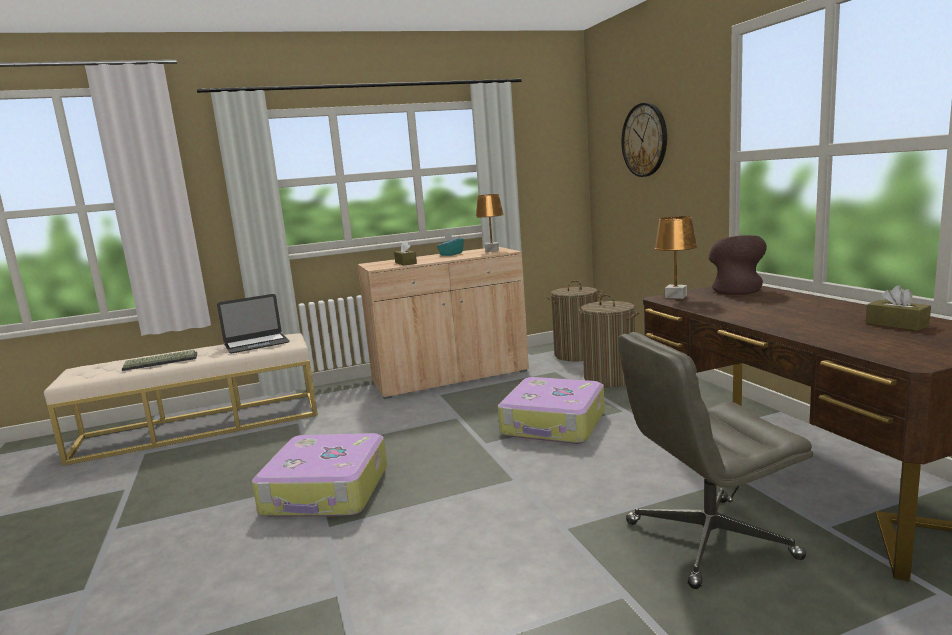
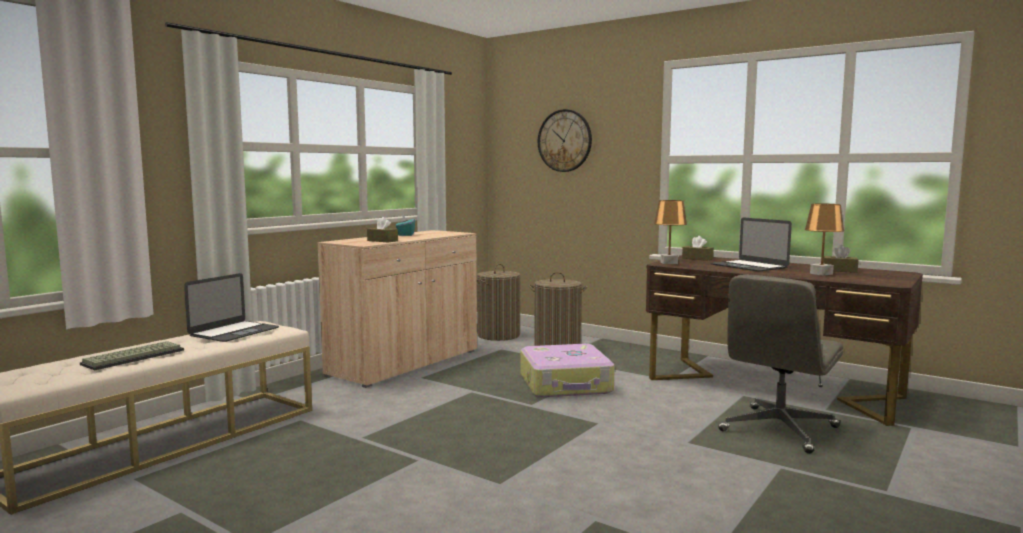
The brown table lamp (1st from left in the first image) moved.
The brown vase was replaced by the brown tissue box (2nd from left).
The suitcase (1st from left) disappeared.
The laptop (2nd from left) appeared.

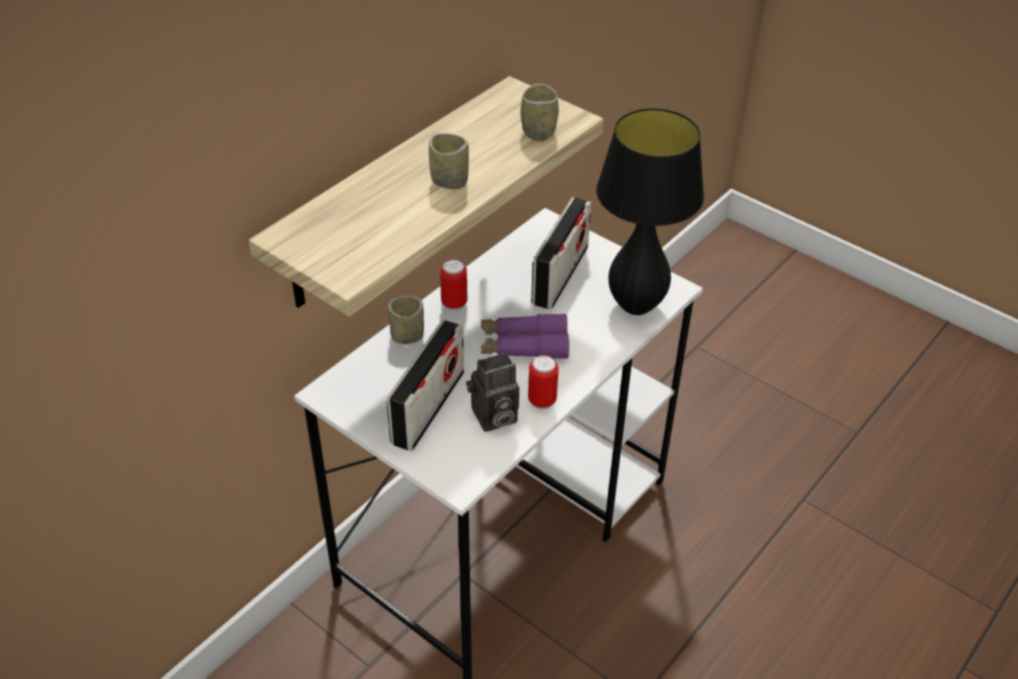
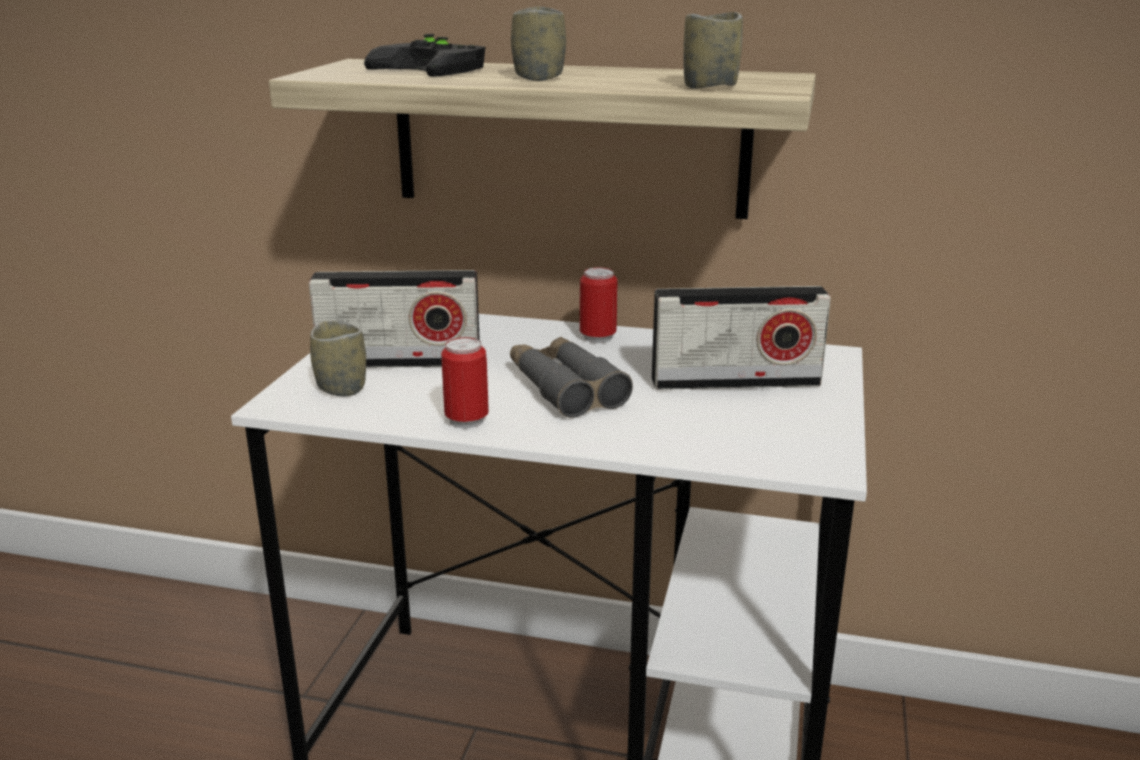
The black table lamp disappeared.
The cup (1st from left) moved.
The purple binoculars became the grey binoculars.
The photo camera disappeared.
The black game controller appeared.

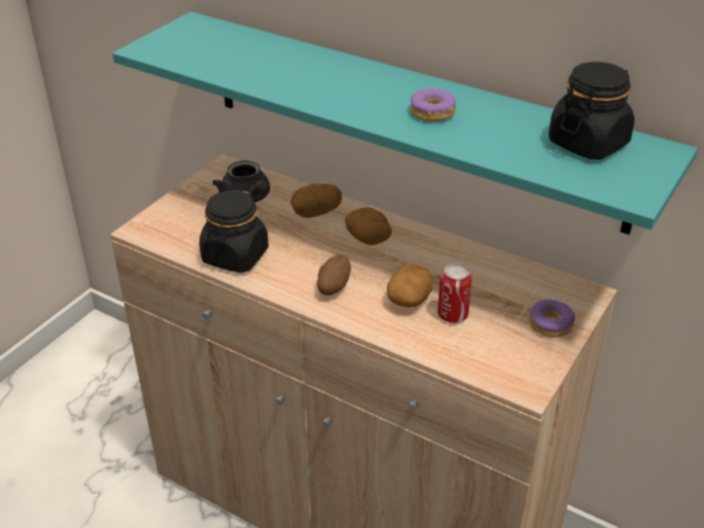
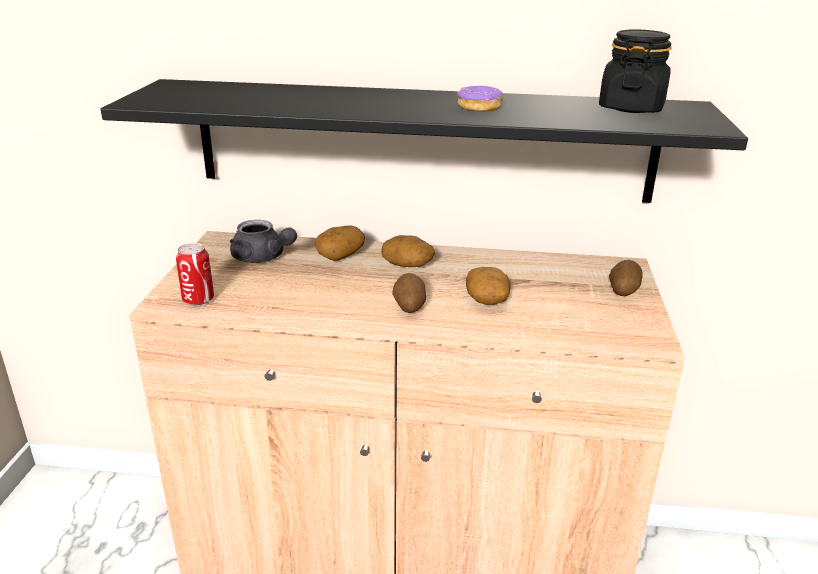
The turquoise shelf became the black shelf.
The black jar (1st from left) disappeared.
The can moved.
The donut (2nd from left) was replaced by the potato (5th from left).

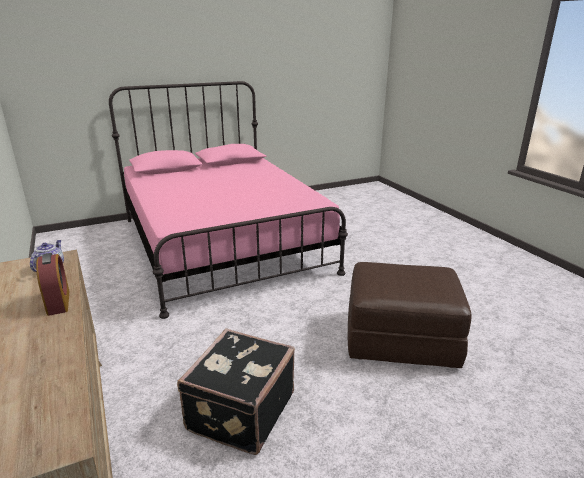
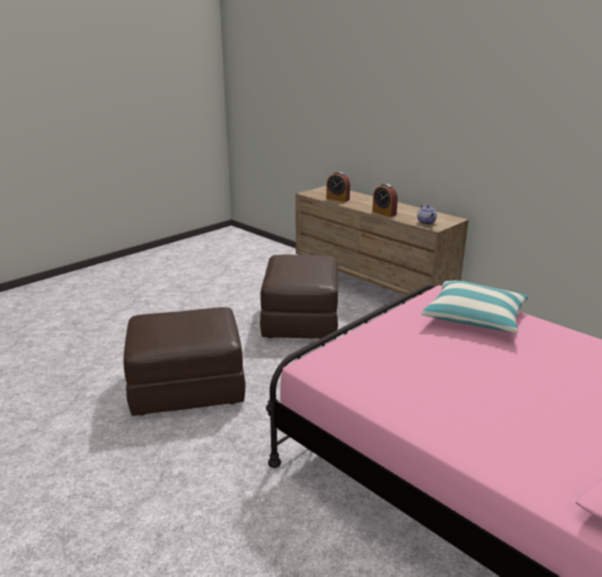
The black suitcase was replaced by the brown ottoman (2nd from left).
The alarm clock (1st from left) appeared.
The pillow appeared.

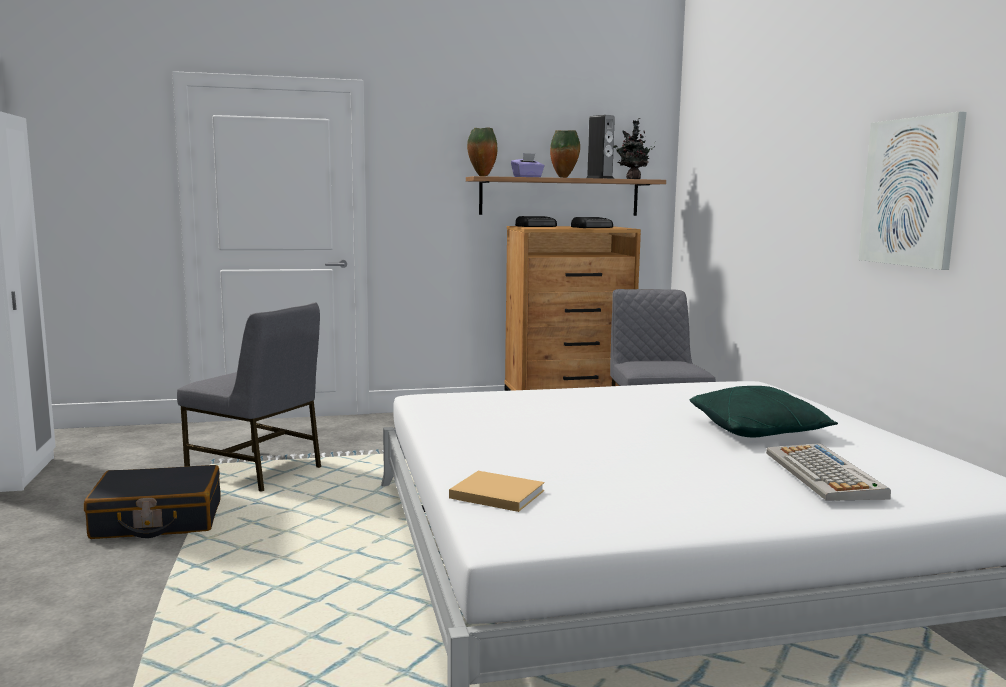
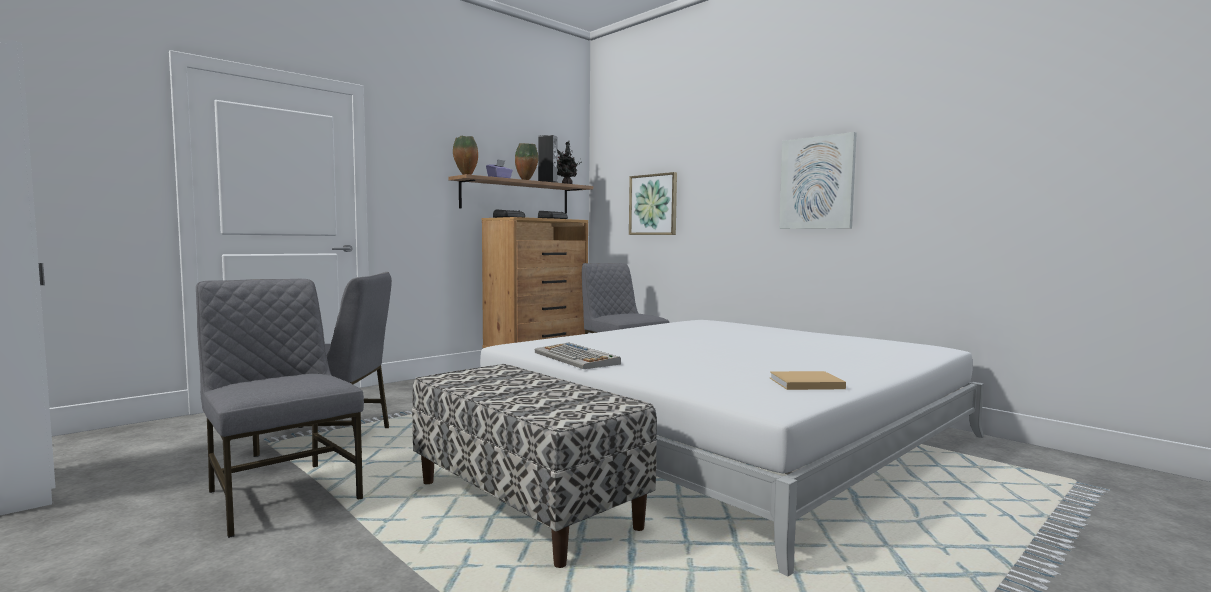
The green pillow disappeared.
The keyboard moved.
The black suitcase was replaced by the grey chair (1st from left).
The beige book moved.
The picture (1st from left) appeared.
The bench appeared.

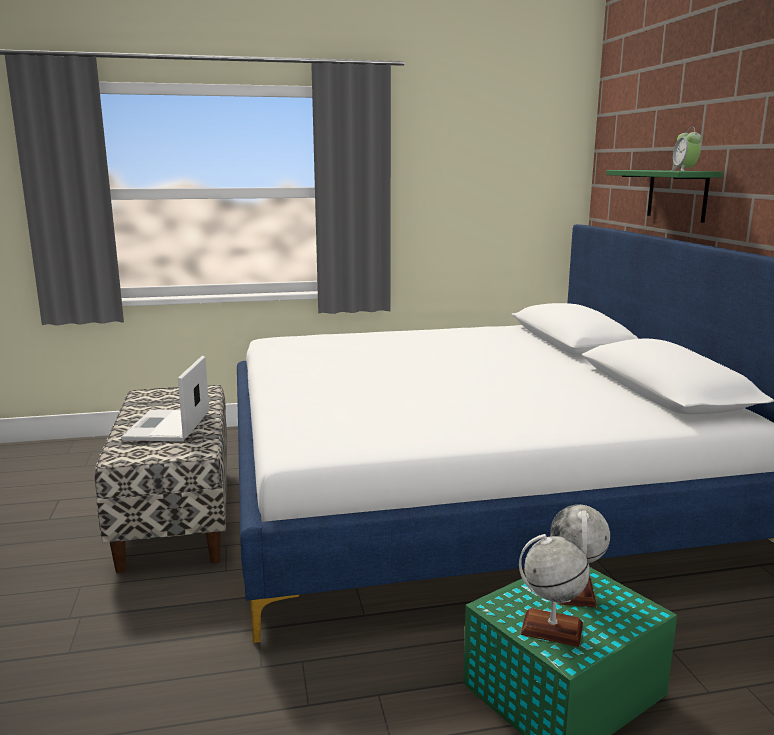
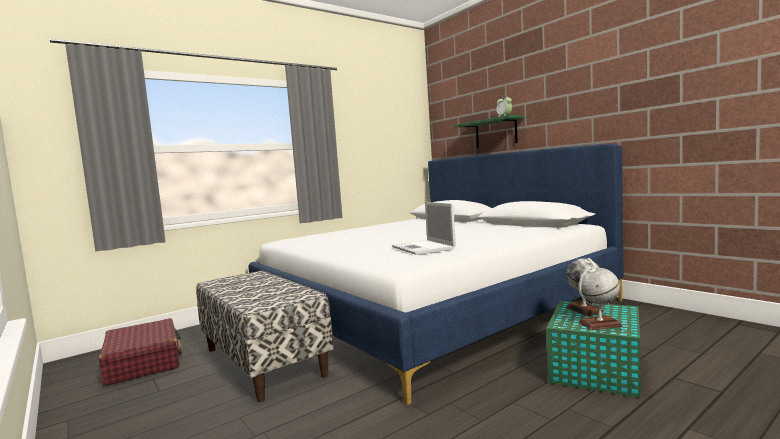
The laptop moved.
The red suitcase appeared.

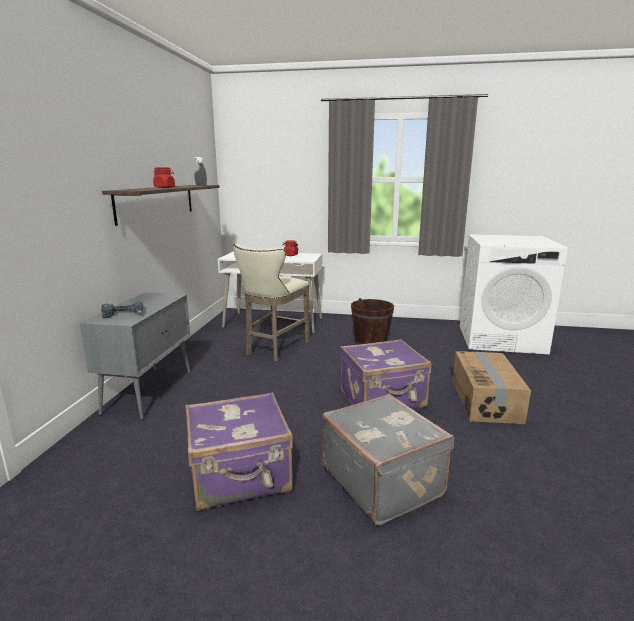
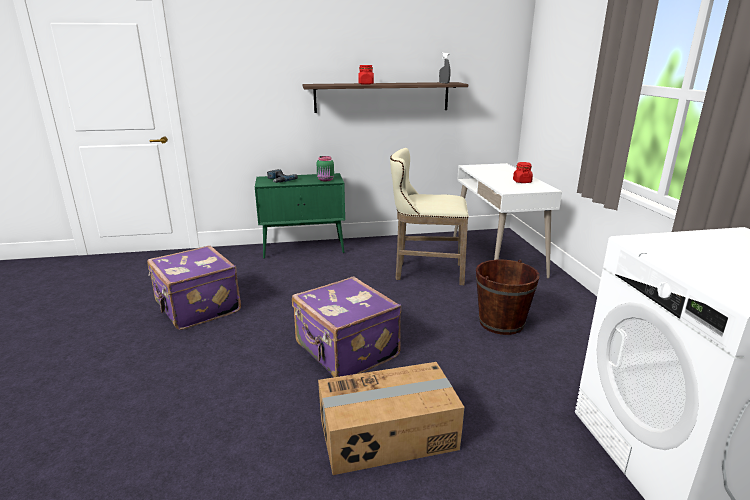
The grey cabinet became the green cabinet.
The grey suitcase disappeared.
The green jar appeared.

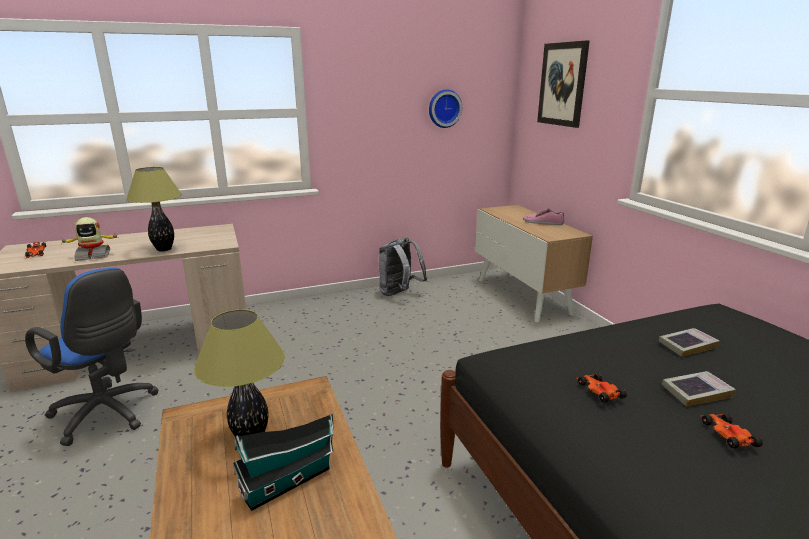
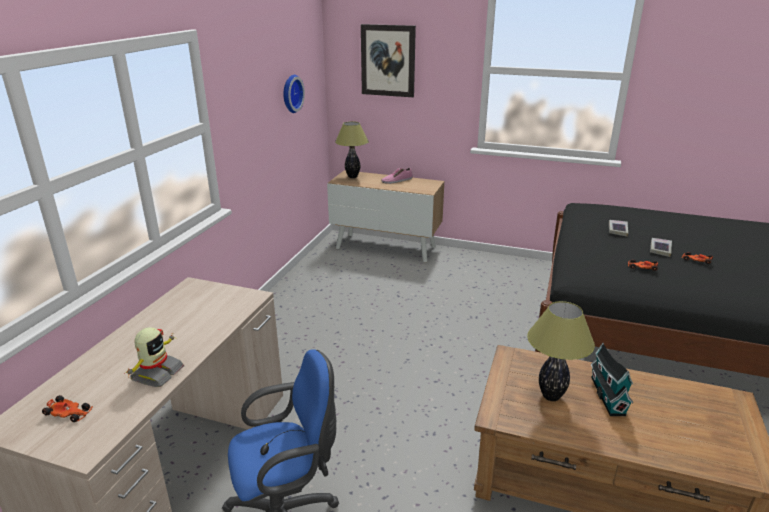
The table lamp (1st from left) moved.
The grey backpack disappeared.

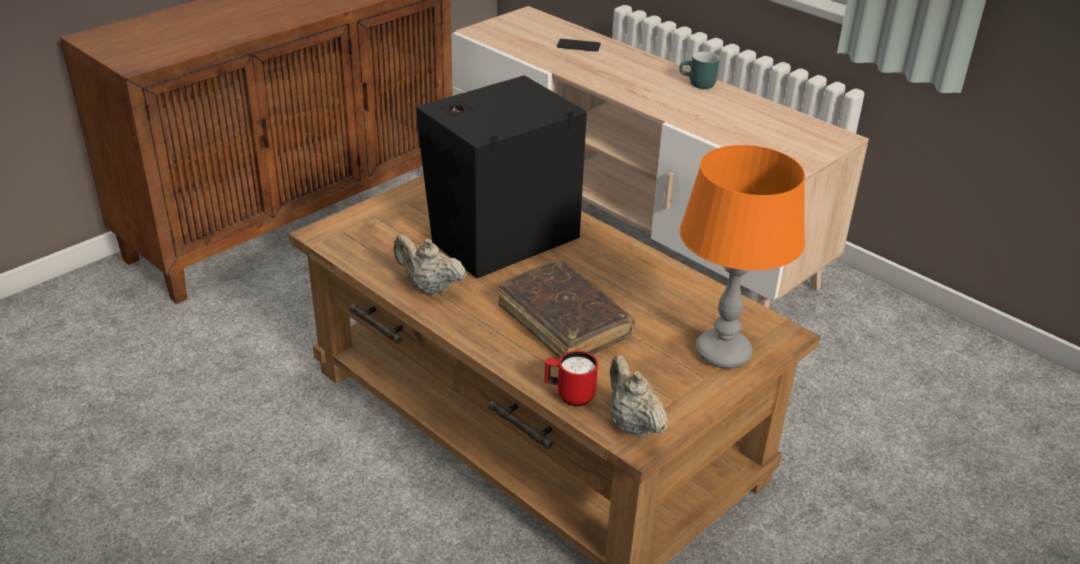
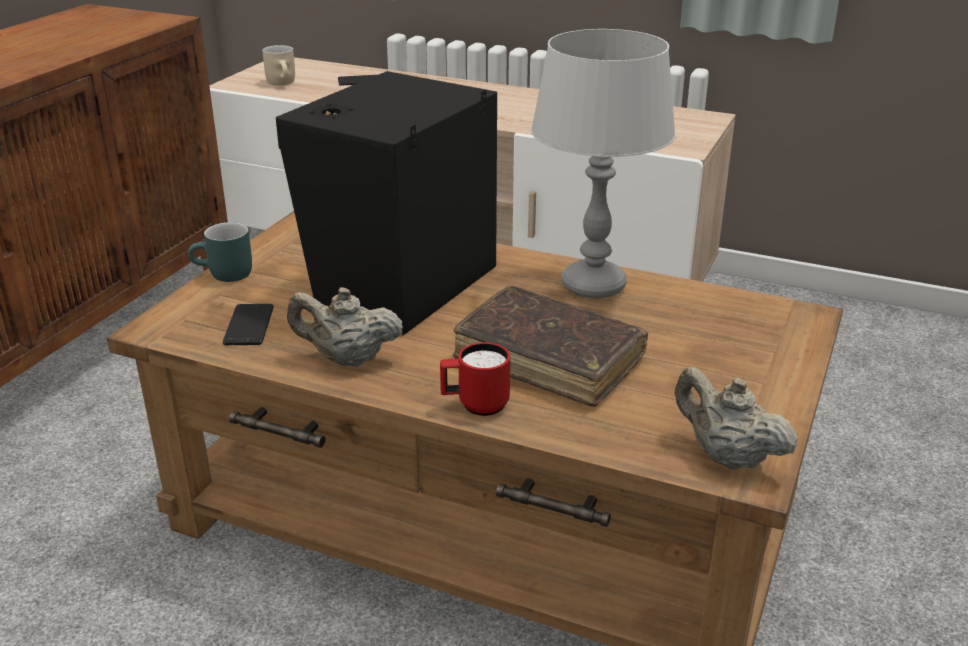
The turquoise mug moved.
The orange table lamp disappeared.
The red mug moved.
The grey table lamp appeared.
The beige mug appeared.
The phone (1st from left) appeared.

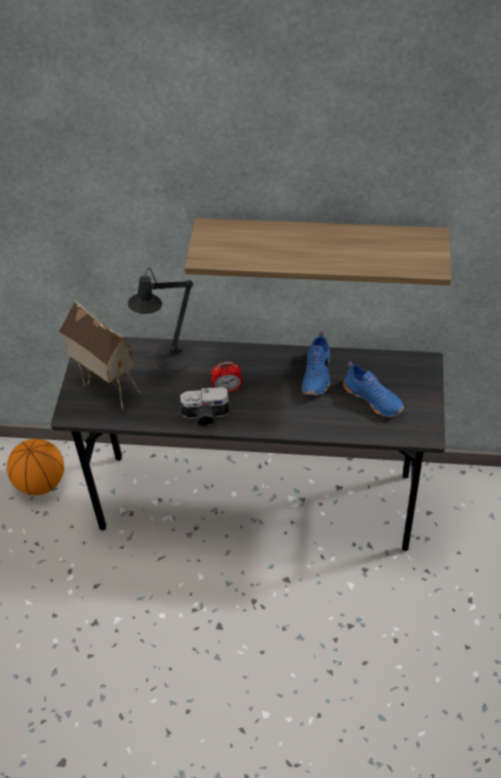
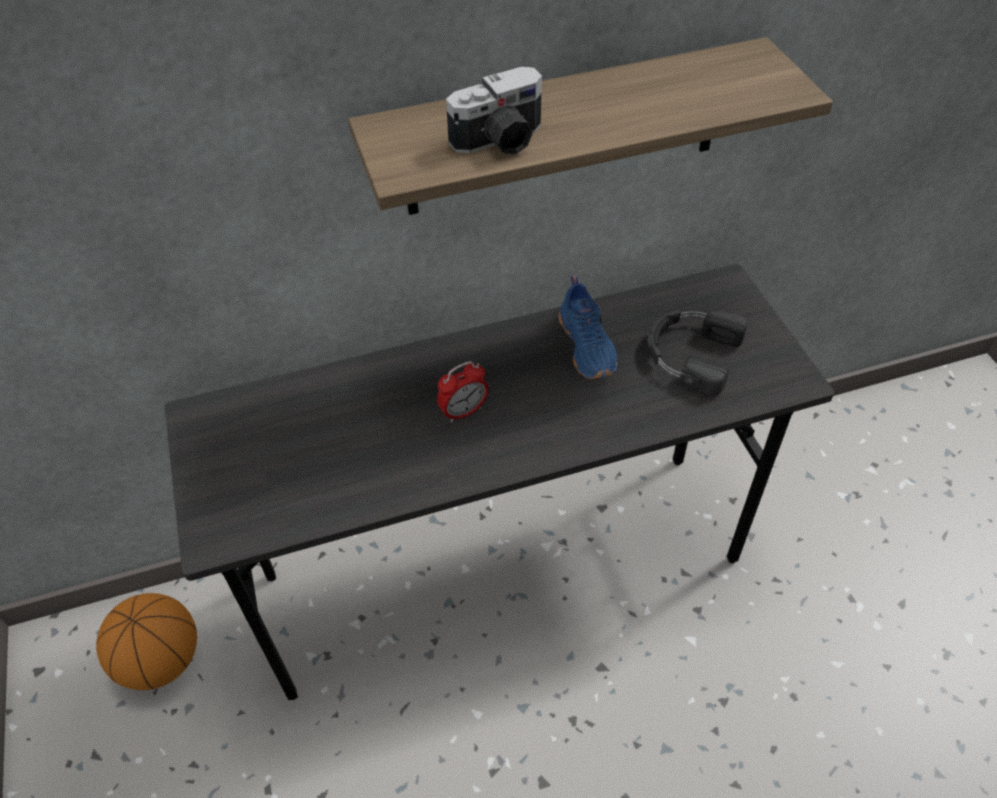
The black table lamp disappeared.
The toy house disappeared.
The blue shoe (2nd from left) was replaced by the black headphones.
The photo camera moved.

